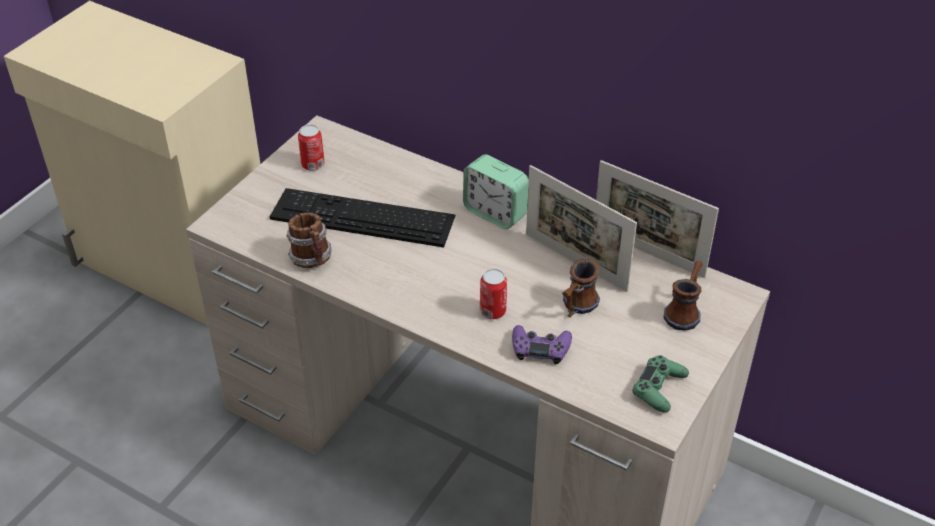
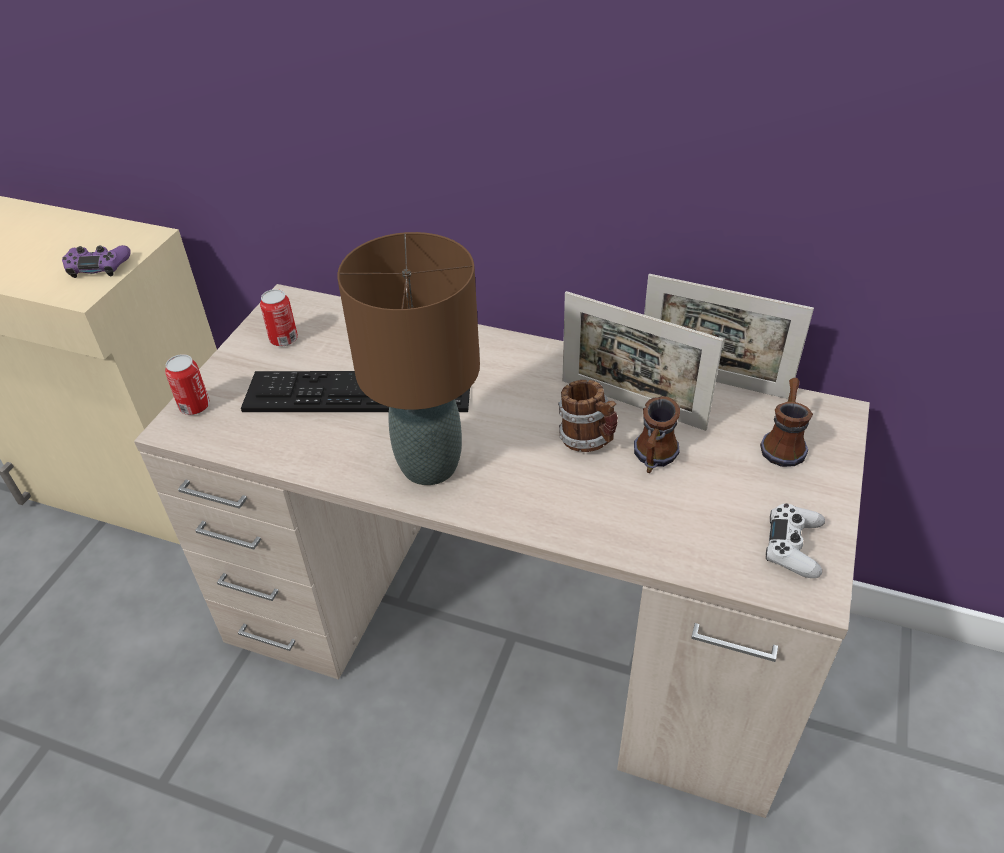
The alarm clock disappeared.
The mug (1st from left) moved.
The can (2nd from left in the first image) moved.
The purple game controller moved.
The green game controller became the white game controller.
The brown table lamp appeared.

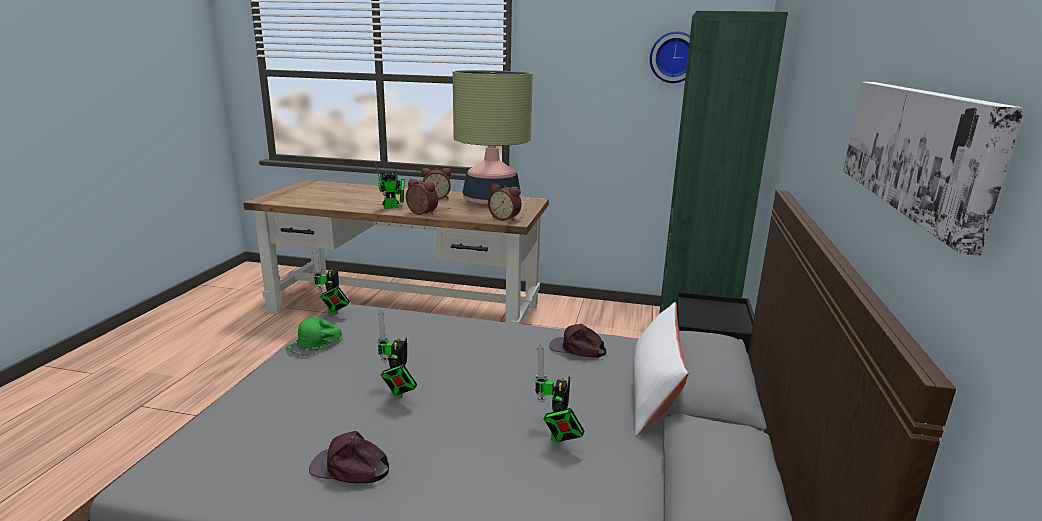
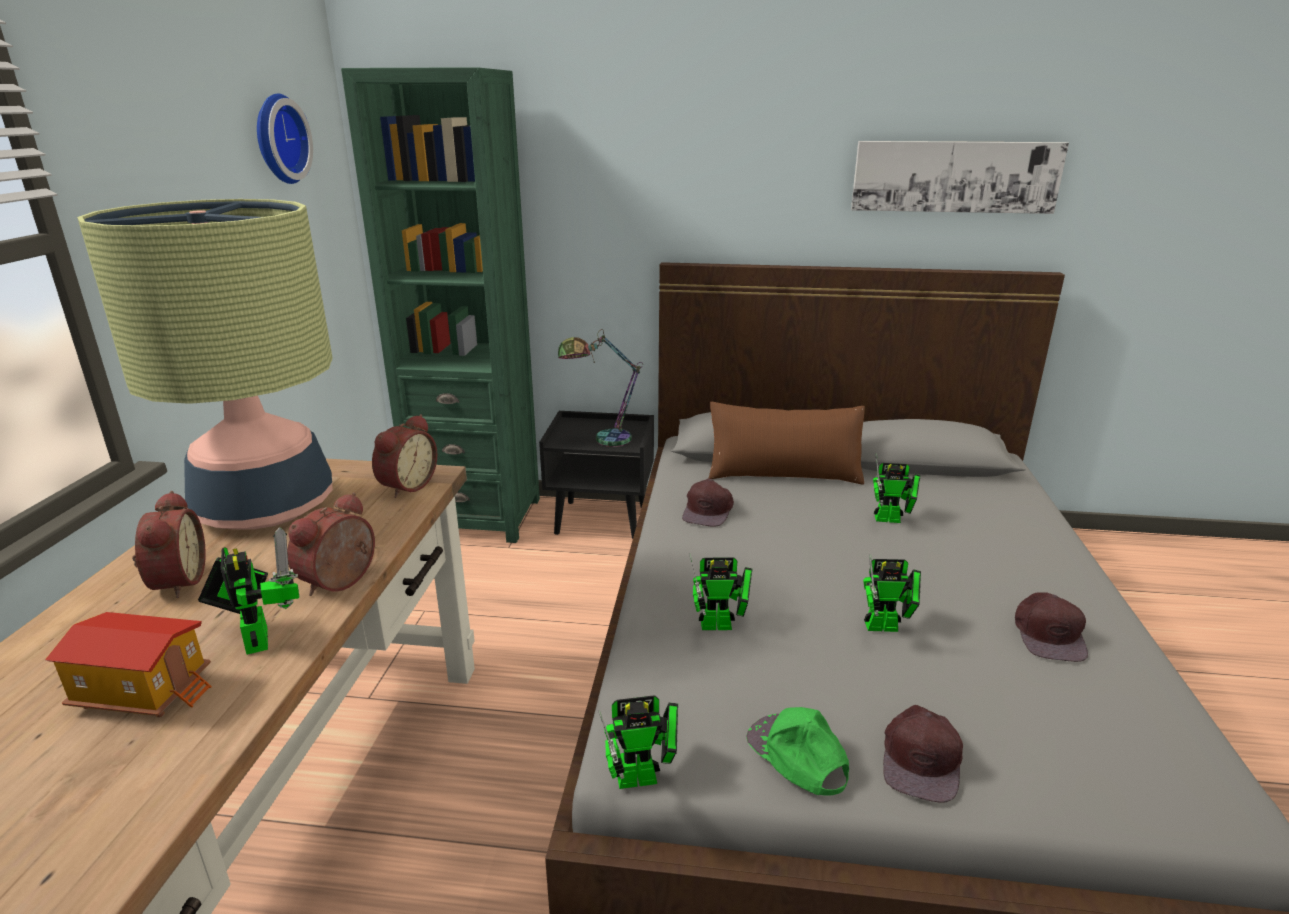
The white pillow became the brown pillow.
The green cap turned 150 degrees counterclockwise.
The table lamp (2nd from left) appeared.
The toy robot (3rd from left) appeared.
The toy house appeared.
The brown cap (2nd from left) appeared.

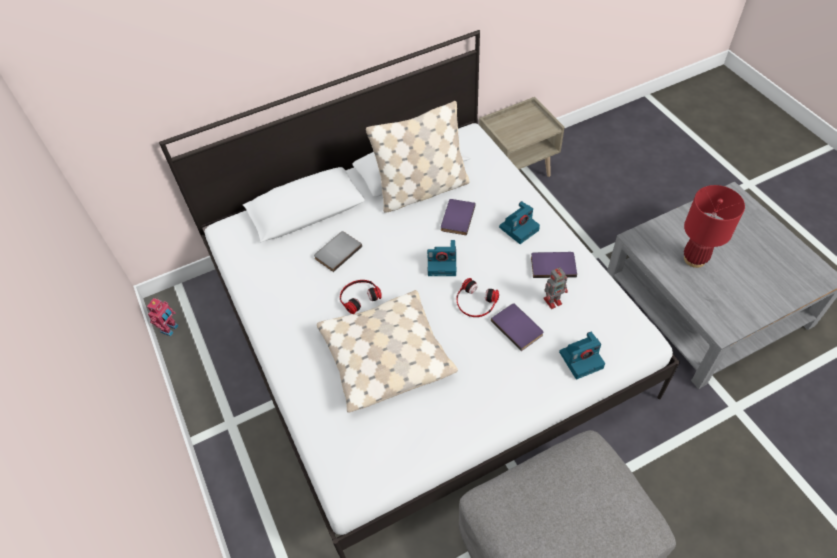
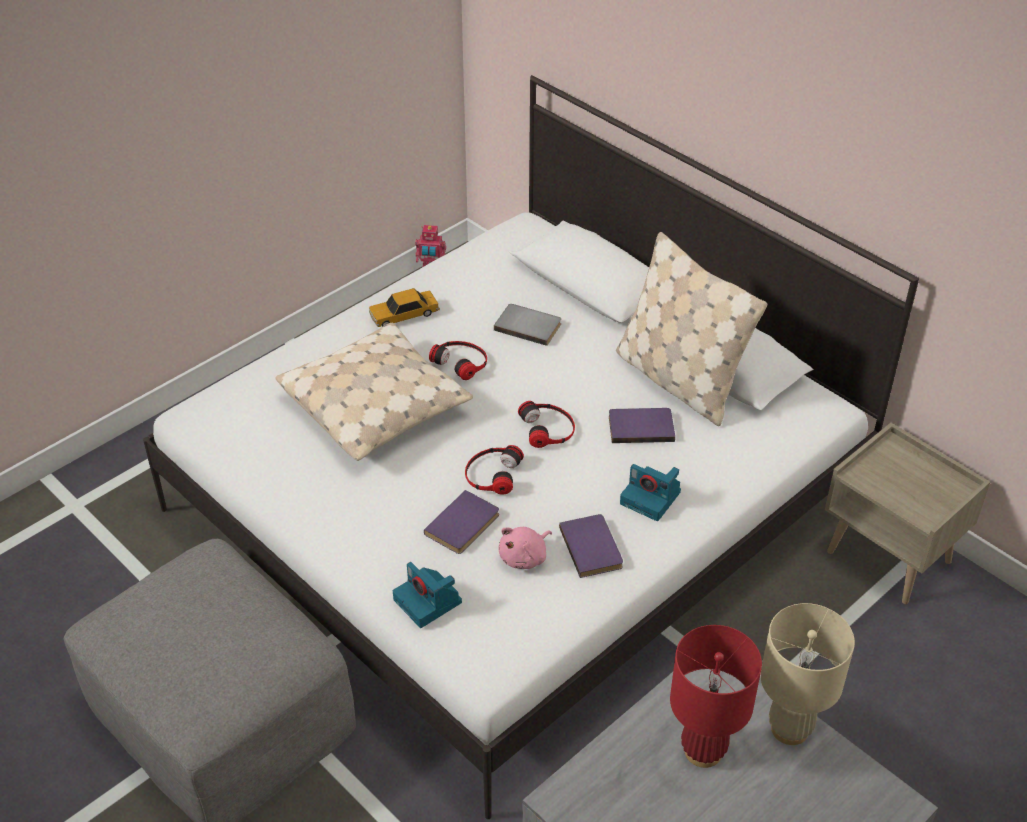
The photo camera (1st from left) was replaced by the headphones (3rd from left).
The toy robot (2nd from left) was replaced by the pink plush toy.
The toy car appeared.
The beige table lamp appeared.

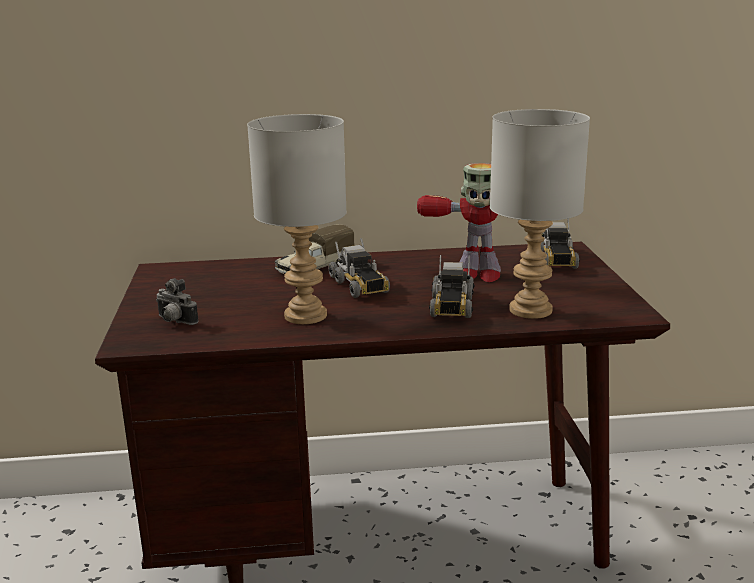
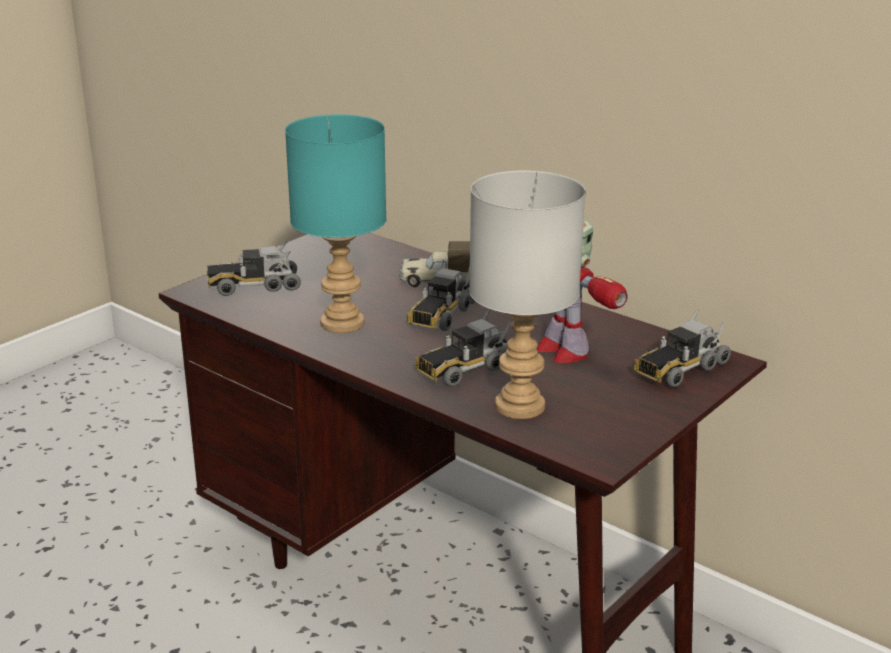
The grey table lamp (1st from left) became the turquoise table lamp.
The photo camera was replaced by the toy truck (1st from left).

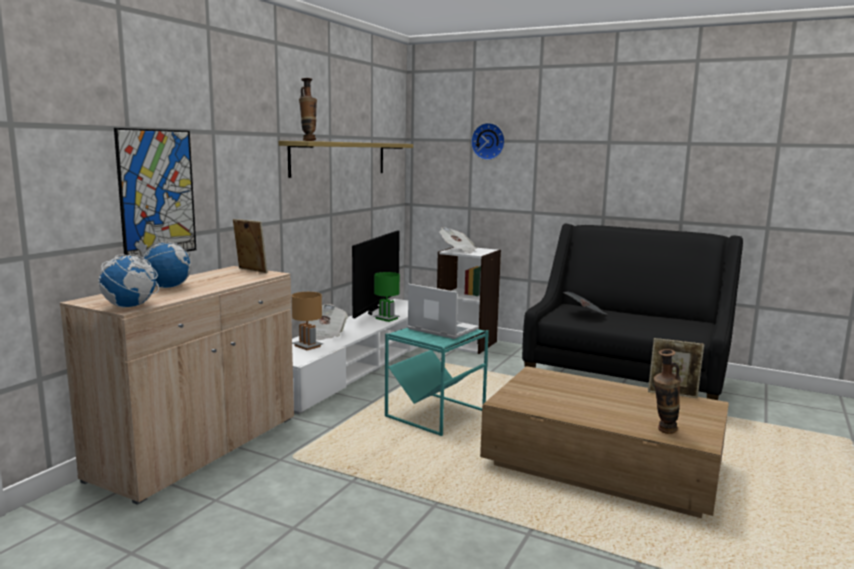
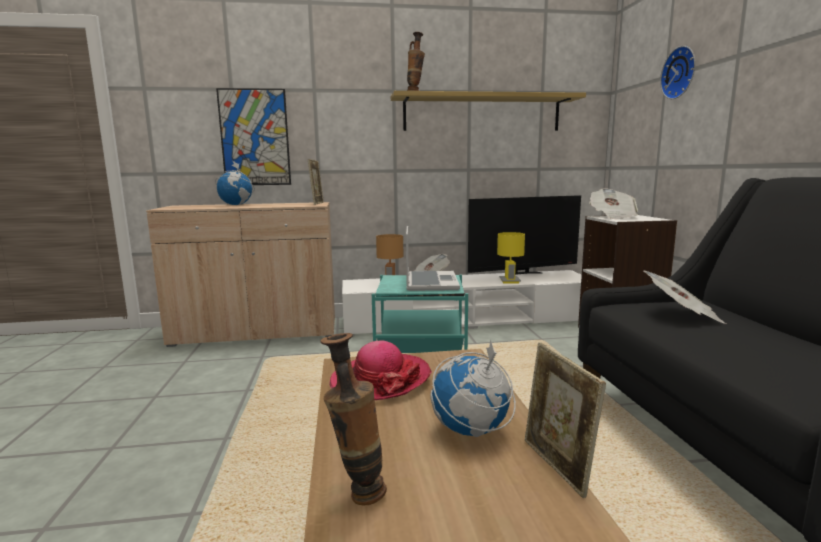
The globe (1st from left in the first image) moved.
The green table lamp became the yellow table lamp.
The hat appeared.

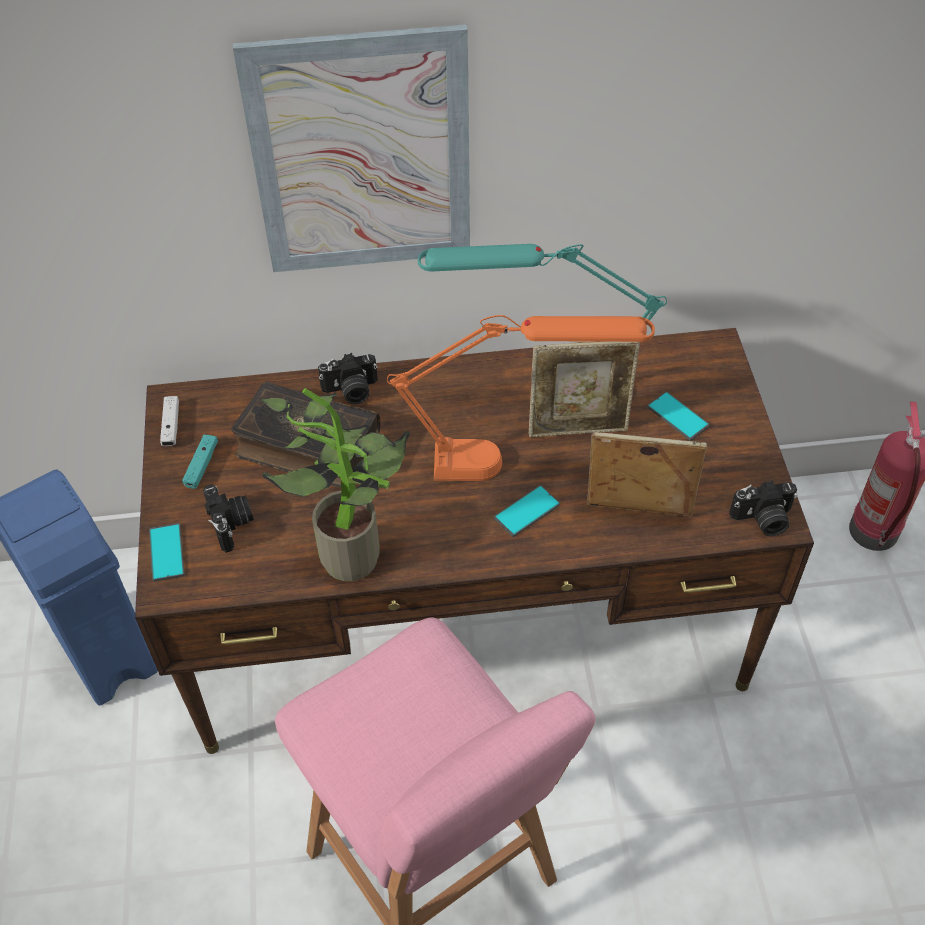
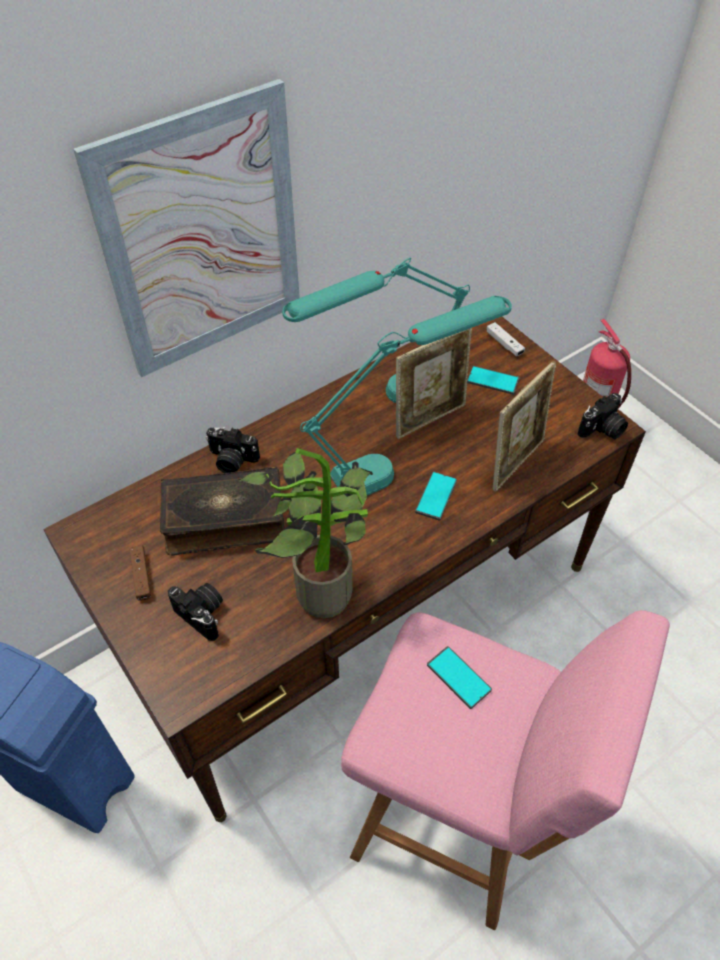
The orange table lamp became the turquoise table lamp (2nd from left).
The photo camera (2nd from left) turned 60 degrees clockwise.
The white game controller moved.
The picture frame (2nd from left) turned 150 degrees clockwise.
The turquoise game controller became the brown game controller.
The phone (1st from left in the first image) moved.

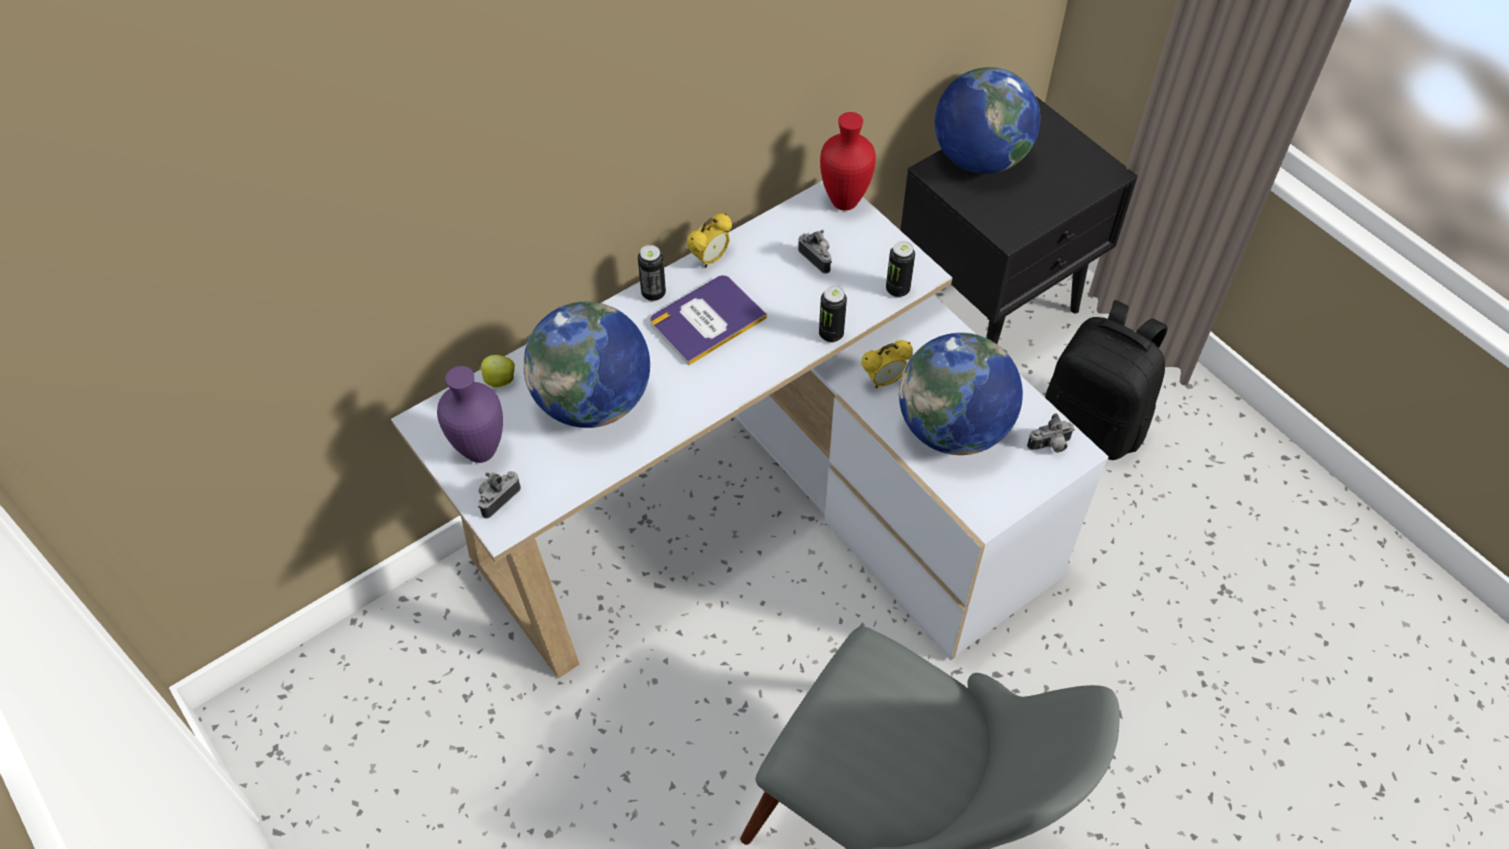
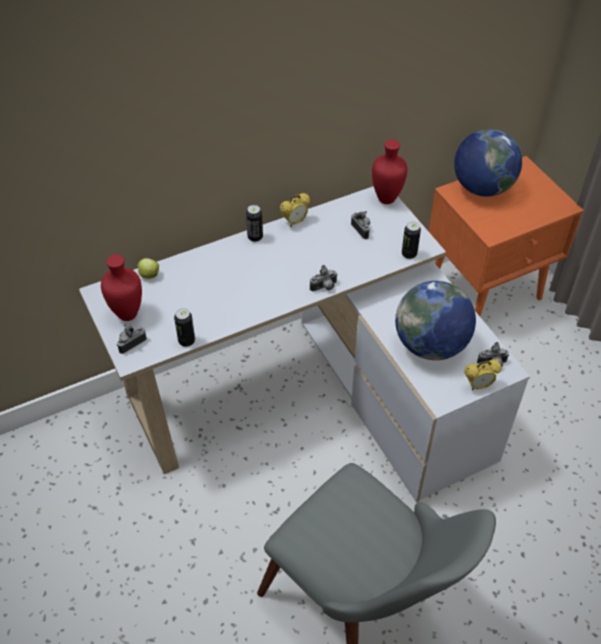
The black nightstand became the orange nightstand.
The book disappeared.
The can (2nd from left in the first image) moved.
The black backpack disappeared.
The globe (1st from left) disappeared.
The alarm clock (2nd from left) moved.
The purple vase became the red vase (1st from left).
The photo camera (2nd from left) appeared.

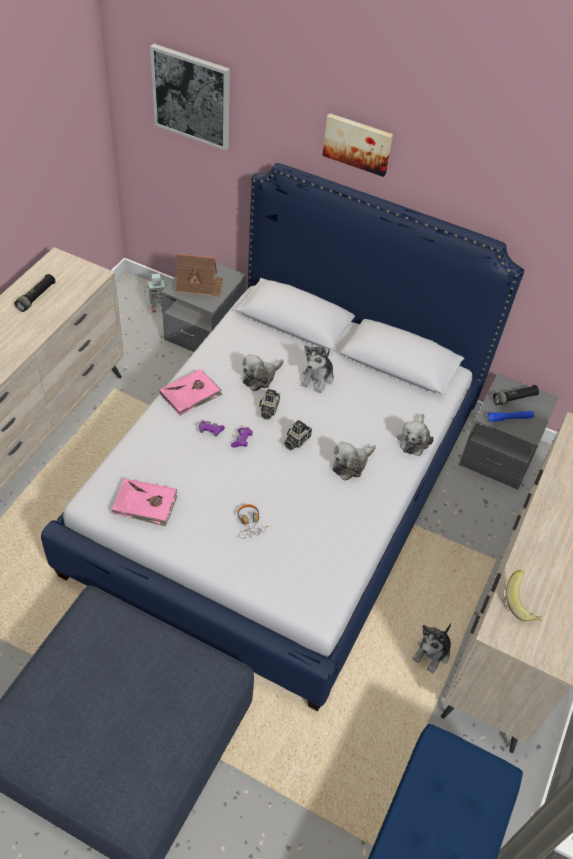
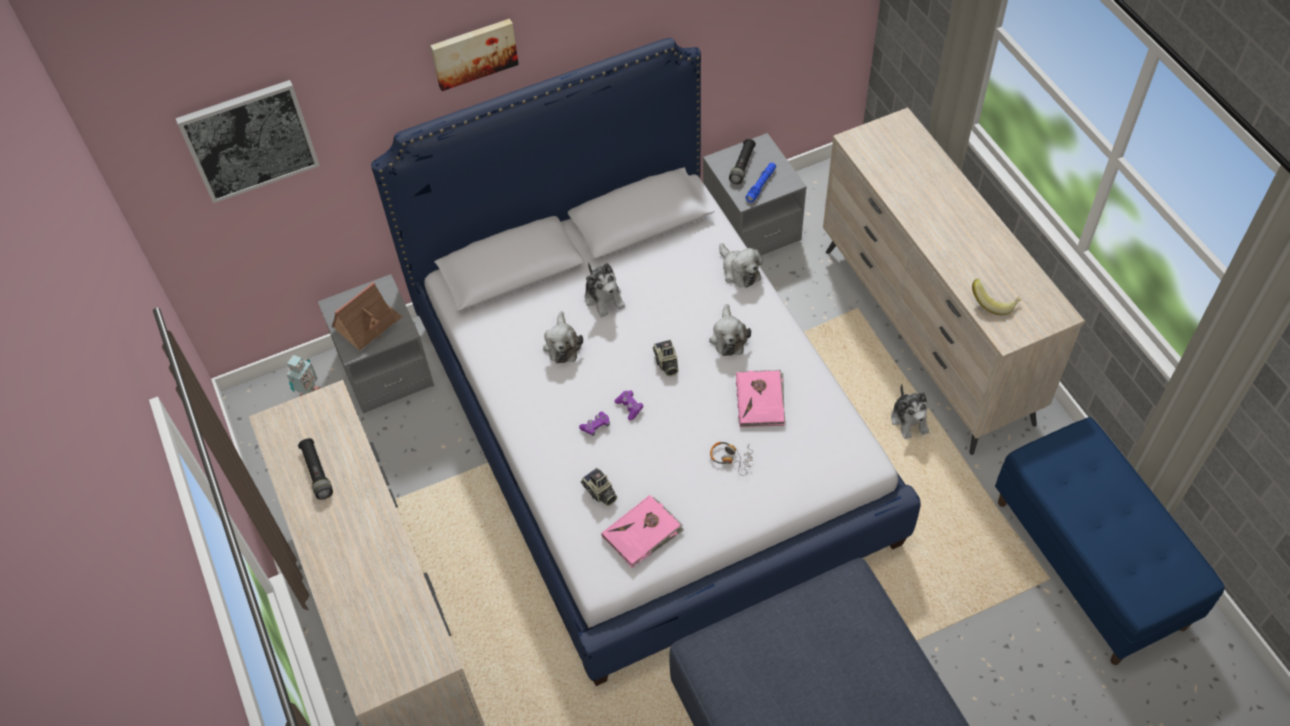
The pink book (2nd from left) moved.
The photo camera (1st from left) moved.

